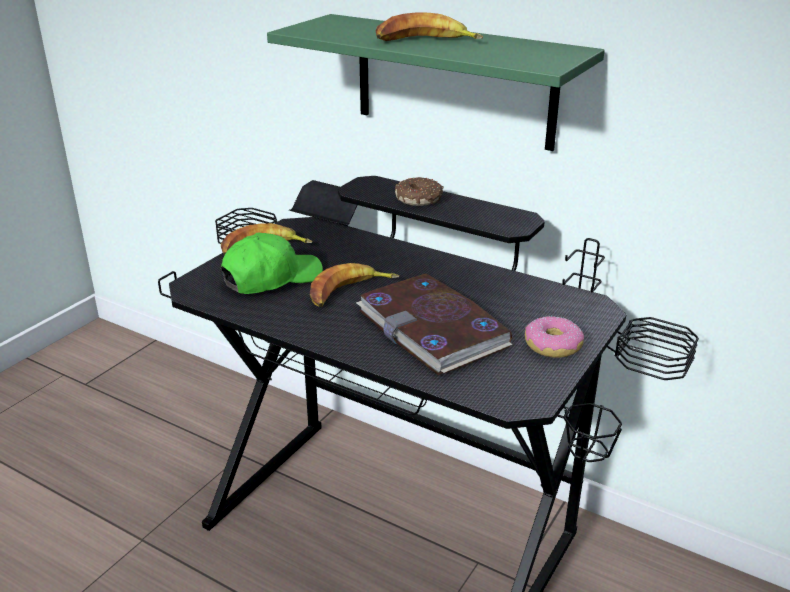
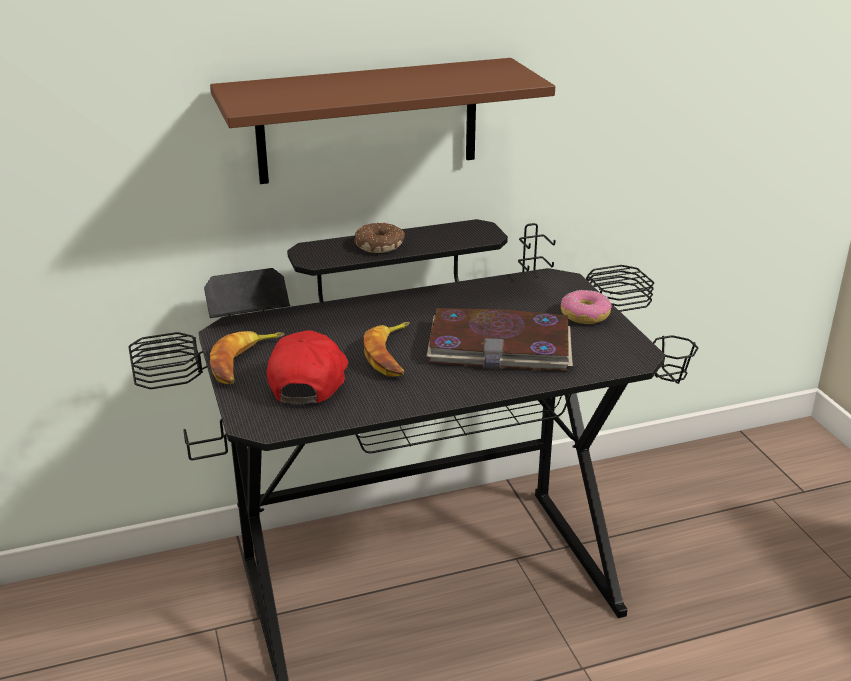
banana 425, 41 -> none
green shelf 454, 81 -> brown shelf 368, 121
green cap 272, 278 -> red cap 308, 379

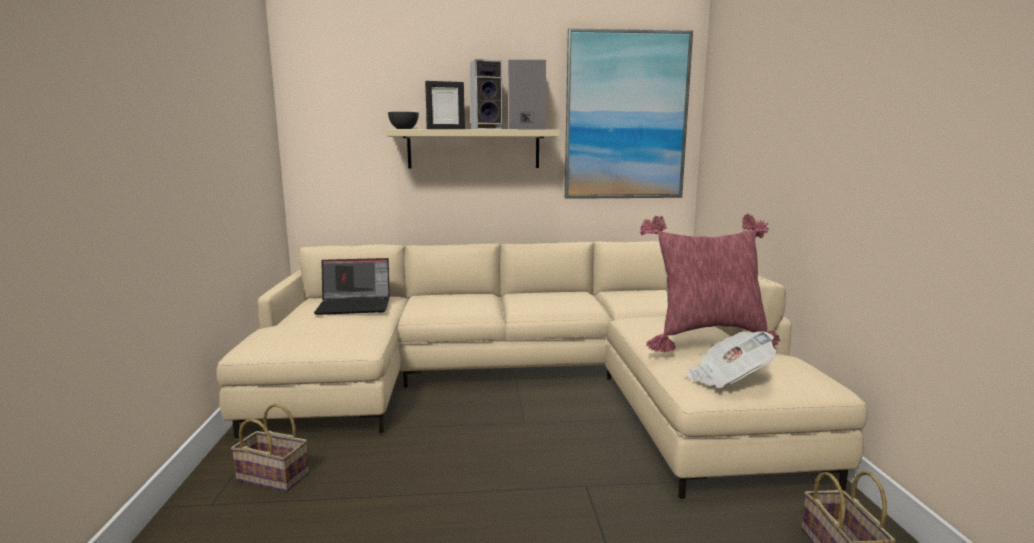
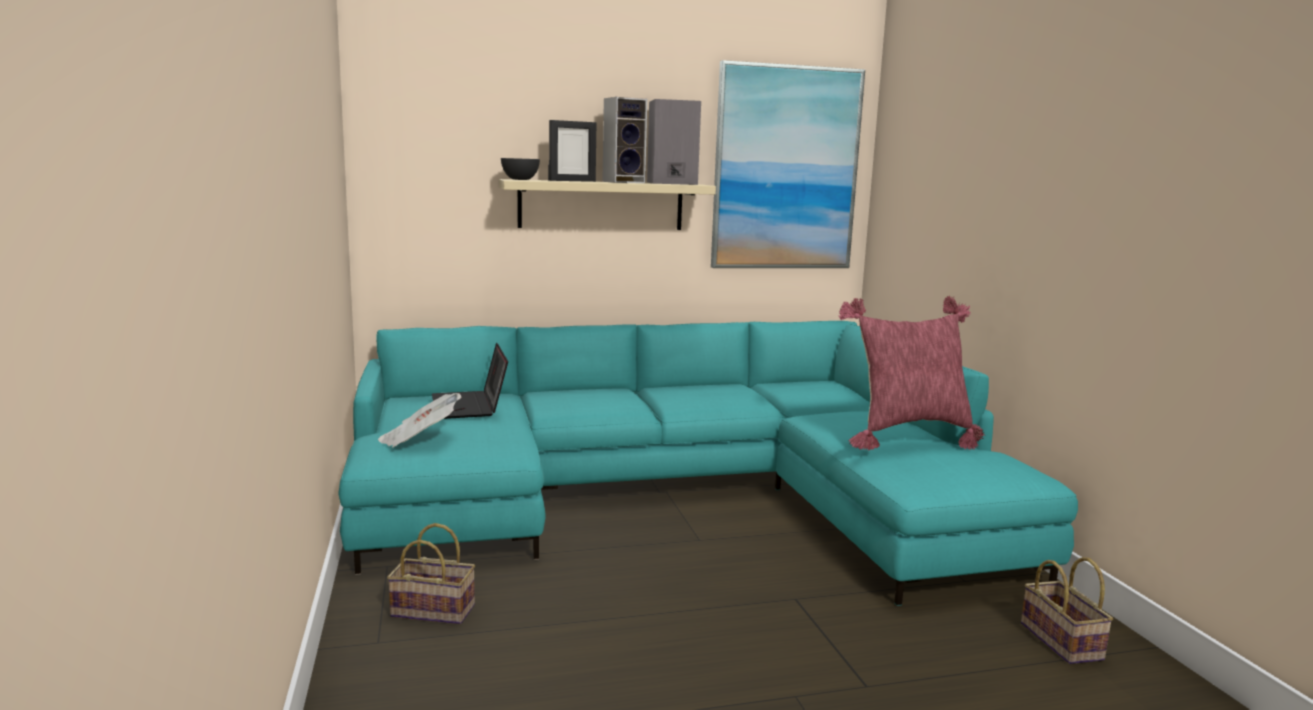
beige sofa 526, 384 -> turquoise sofa 683, 497
laptop 355, 306 -> laptop 470, 406, 90 degrees clockwise
newspaper 728, 378 -> newspaper 419, 440, shifted

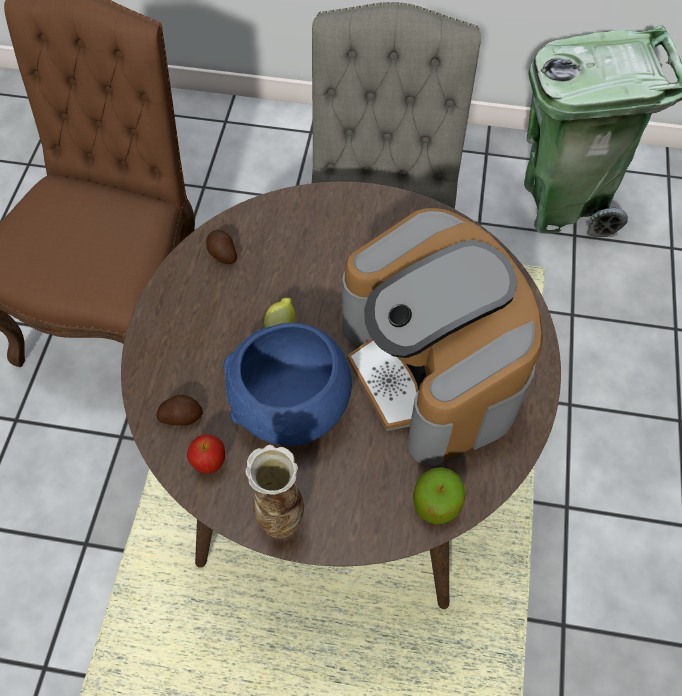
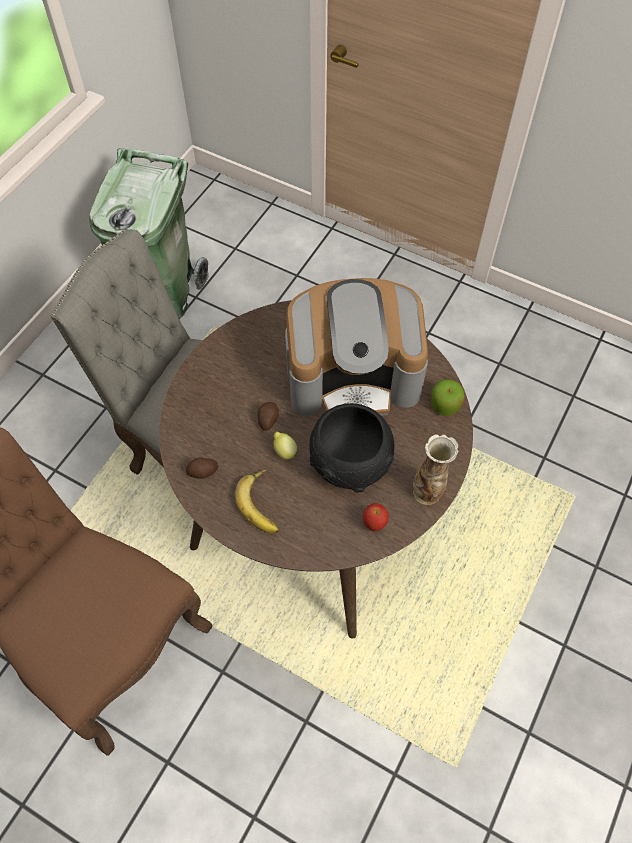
blue bowl 290, 409 -> black bowl 351, 464
potato 181, 416 -> potato 268, 419, shifted
none -> banana 263, 504

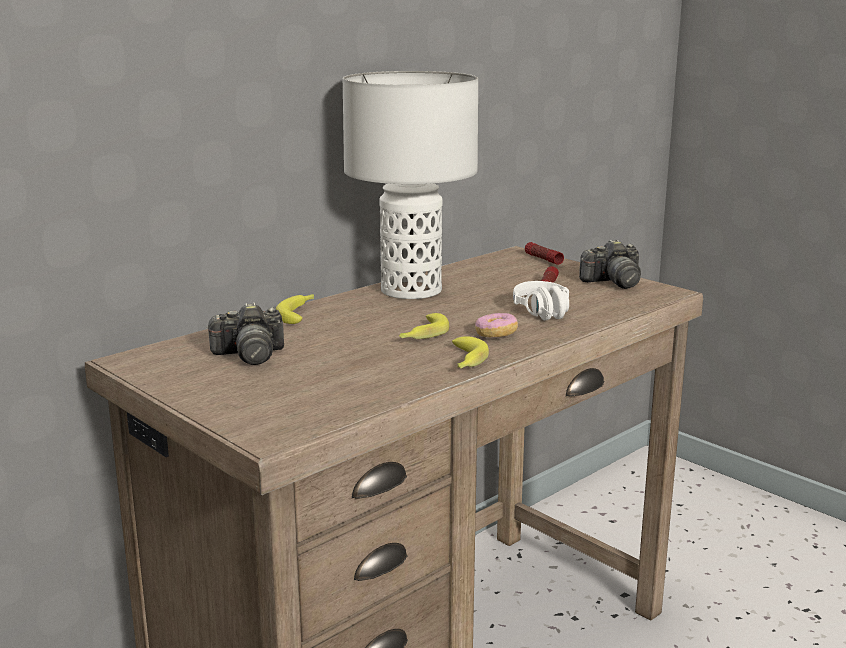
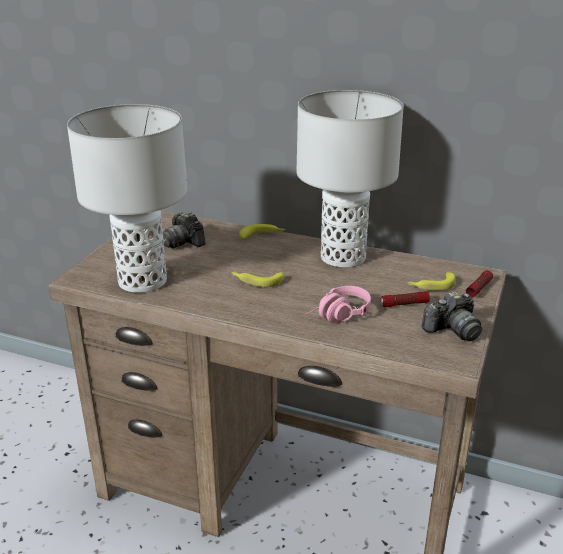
photo camera 613, 282 -> photo camera 452, 330, 75 degrees counterclockwise
white headphones 546, 315 -> pink headphones 338, 316
donut 496, 334 -> none
banana 465, 361 -> banana 431, 286, shifted
none -> white table lamp 143, 281

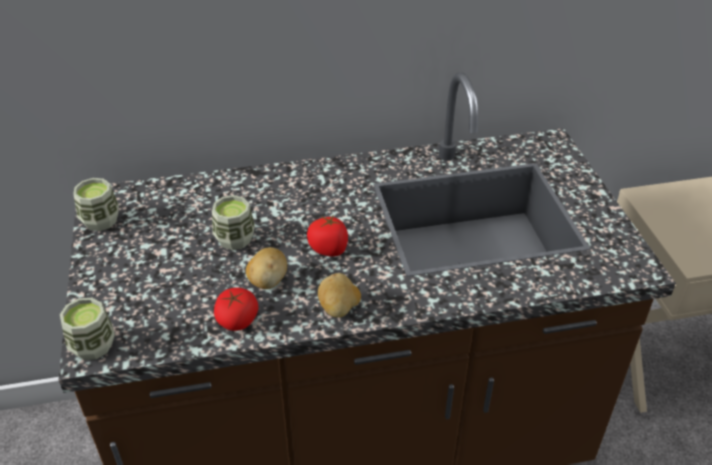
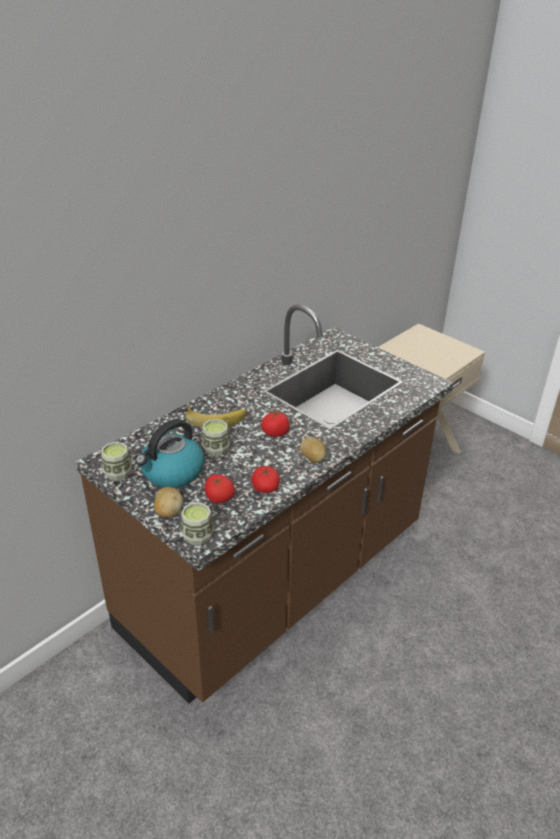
potato 268, 281 -> potato 168, 512, shifted
none -> banana 215, 417
none -> kettle 172, 472
none -> tomato 219, 498

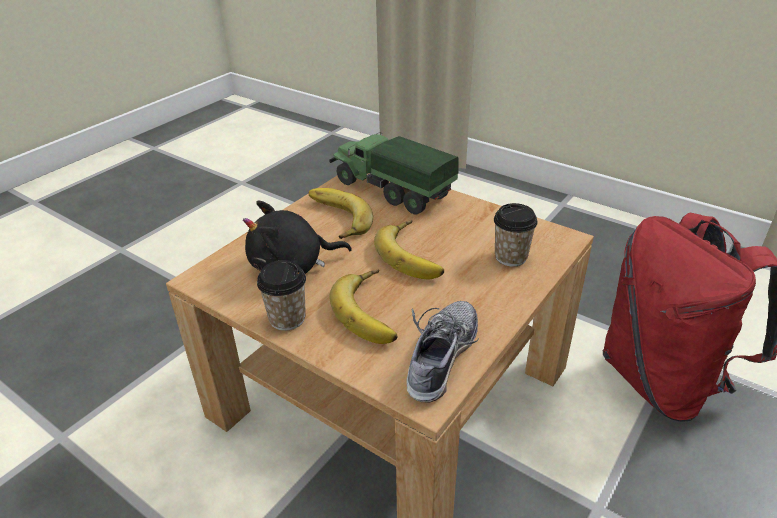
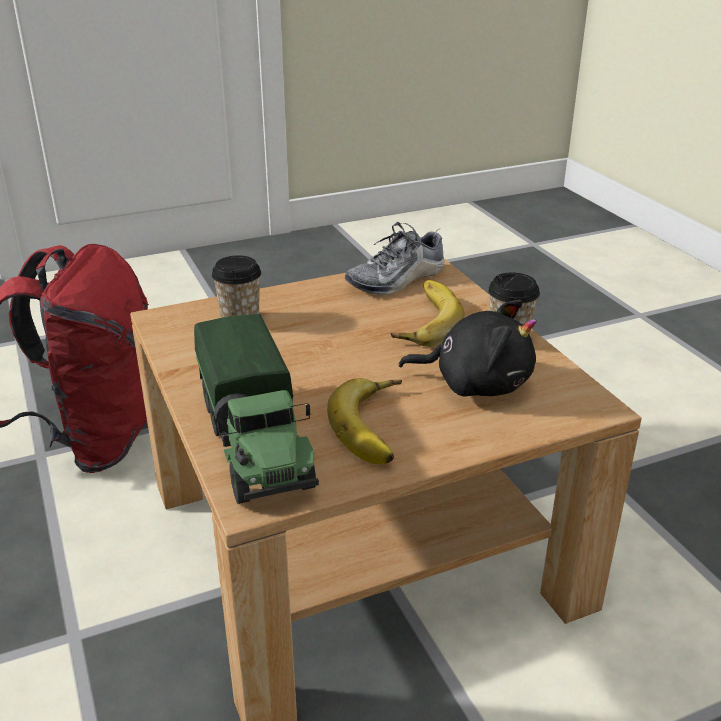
banana 414, 255 -> none

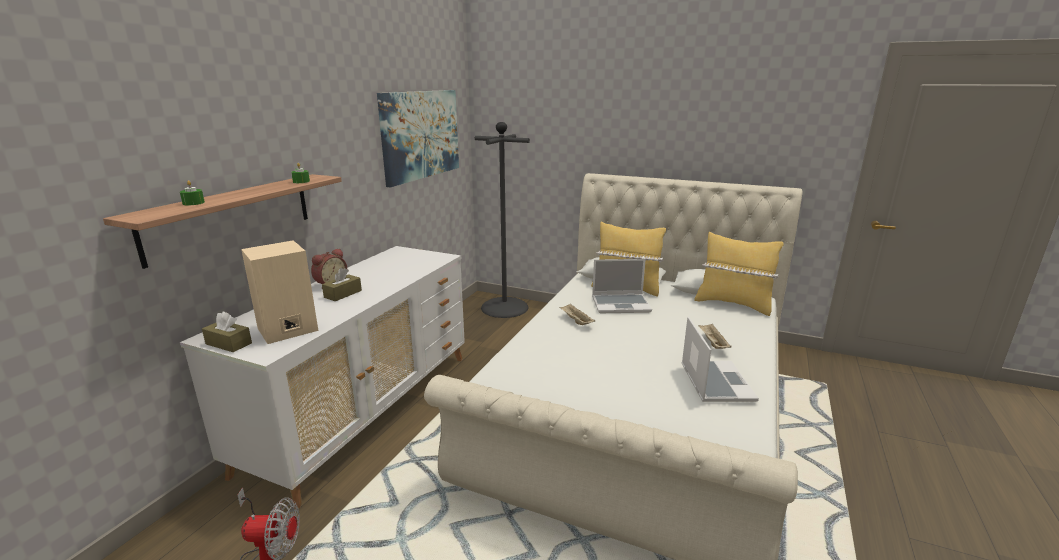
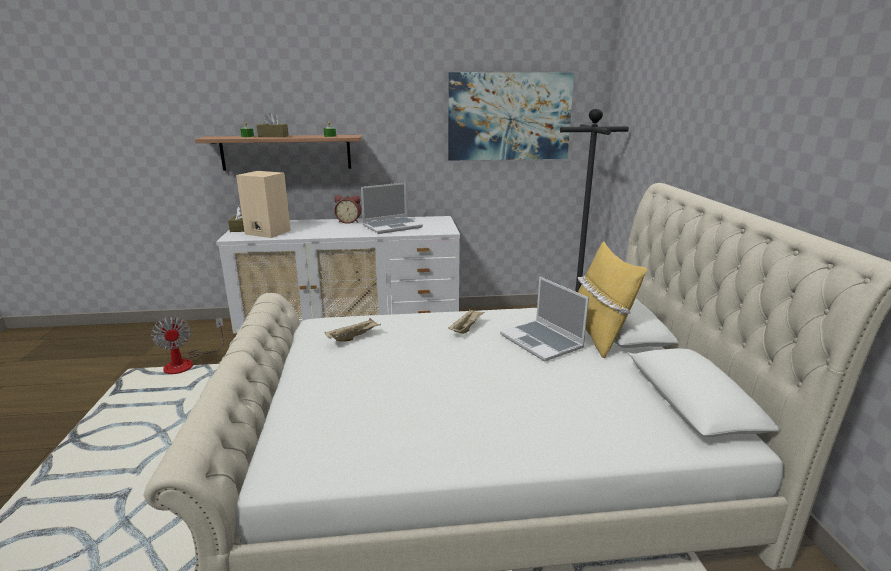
yellow pillow 733, 304 -> none
brown tissue box 343, 294 -> brown tissue box 273, 136, shifted
laptop 715, 382 -> laptop 392, 226, shifted
beige tray 712, 343 -> beige tray 353, 337, shifted

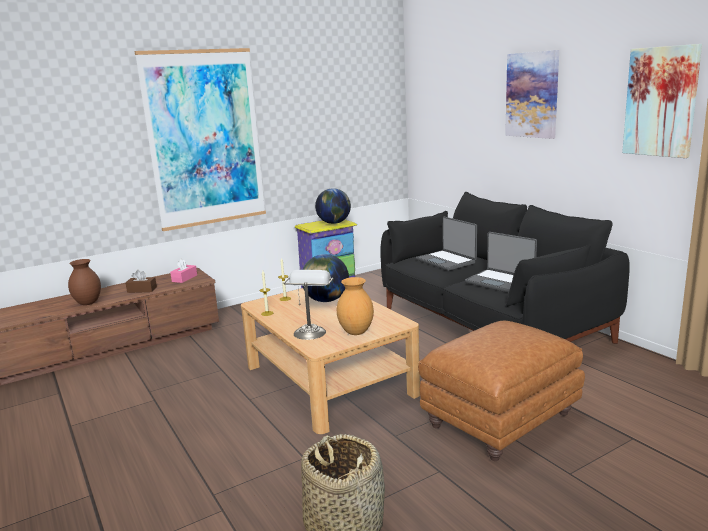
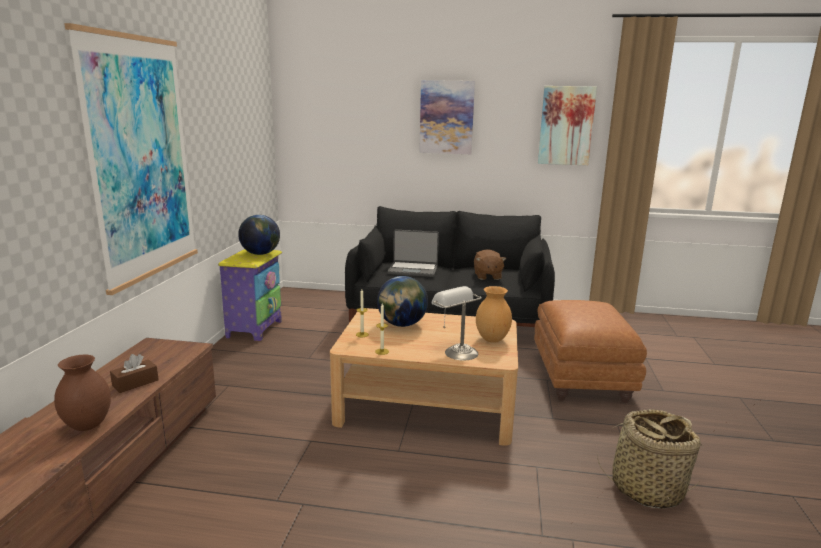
laptop 500, 282 -> brown plush toy 487, 276
pink tissue box 184, 278 -> none

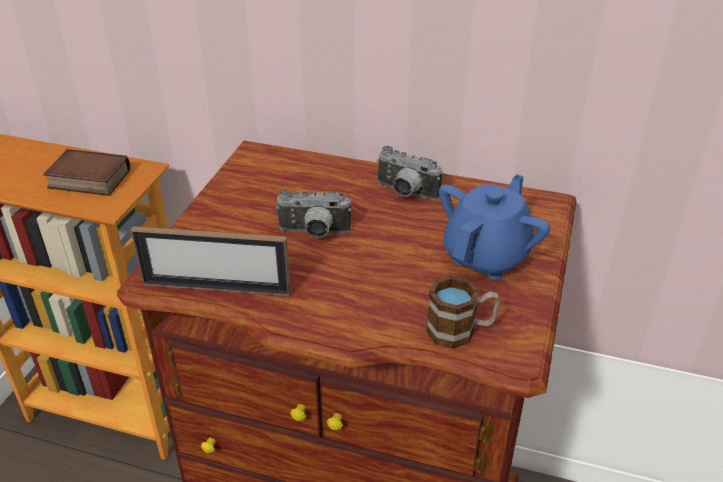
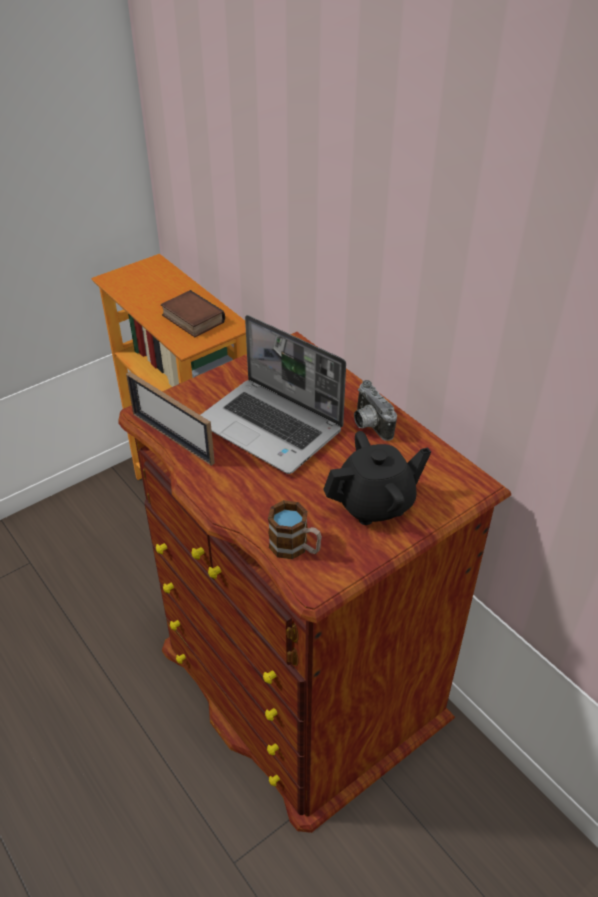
blue teapot 487, 256 -> black teapot 375, 503
photo camera 314, 233 -> laptop 271, 427

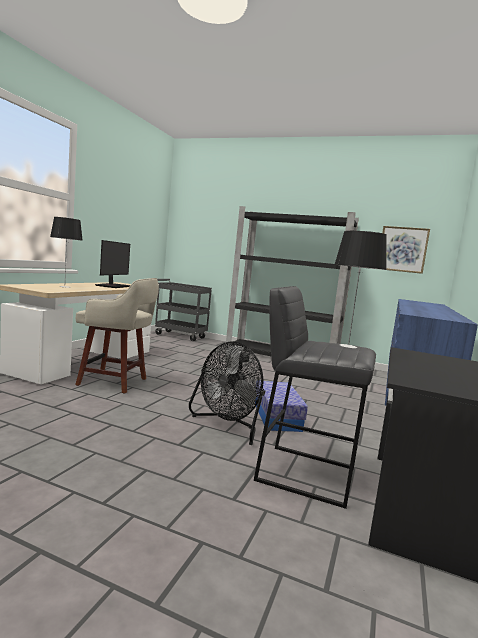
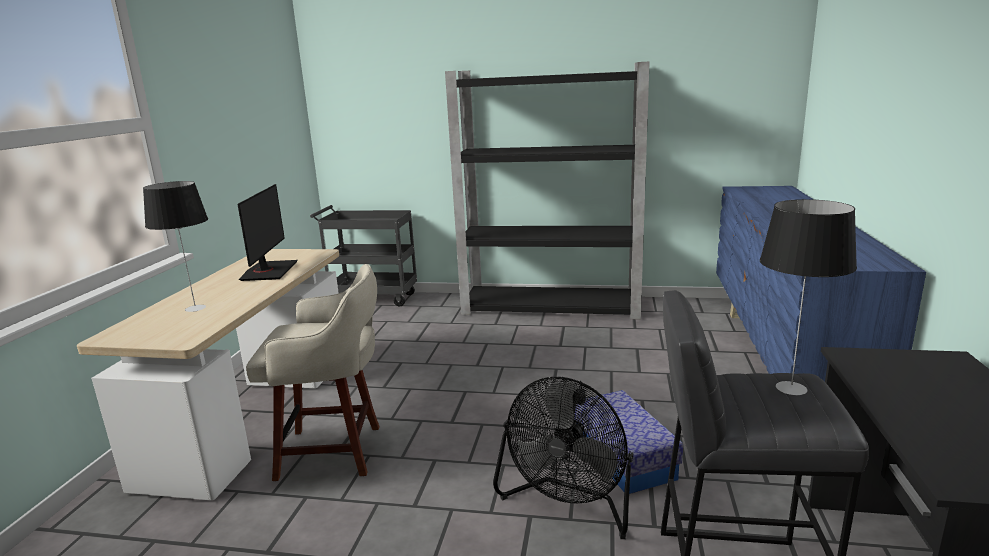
picture 402, 249 -> none

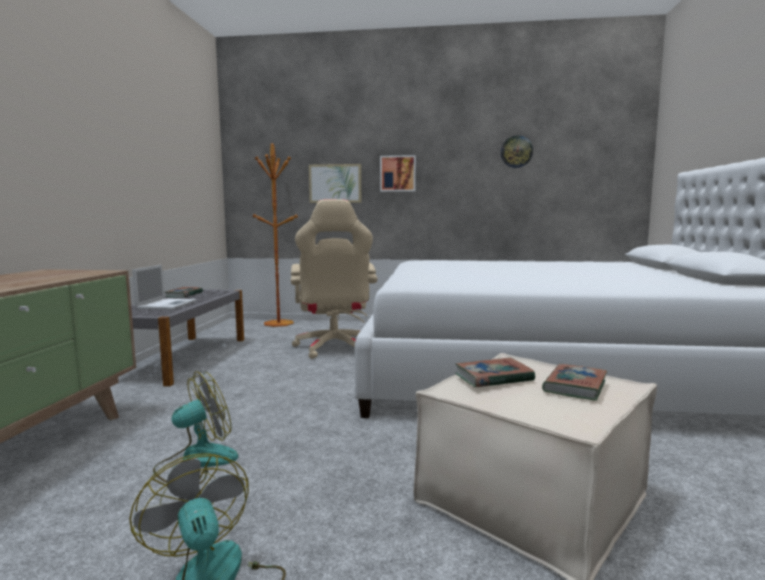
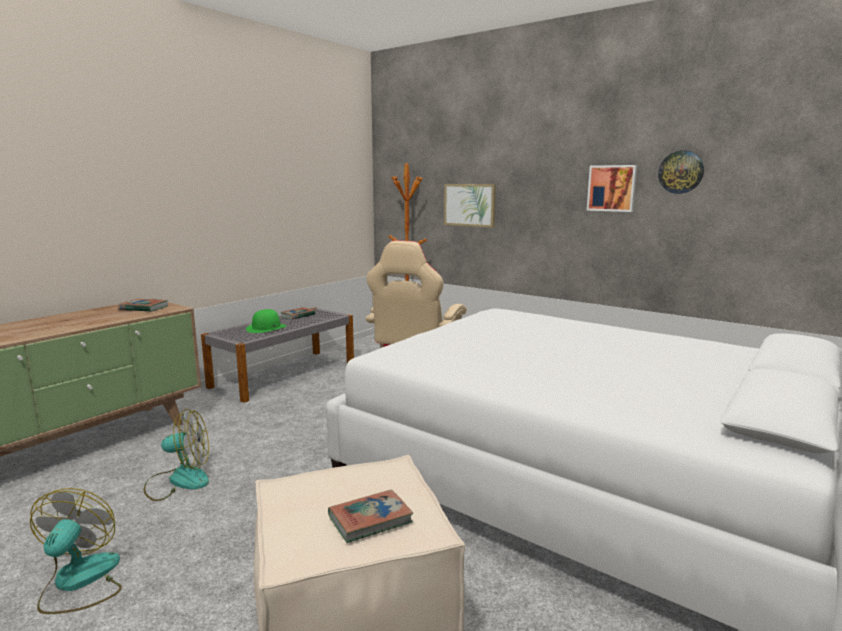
picture 398, 173 -> picture 612, 188, shifted
laptop 167, 304 -> green hat 266, 328
book 493, 377 -> book 144, 308, shifted

